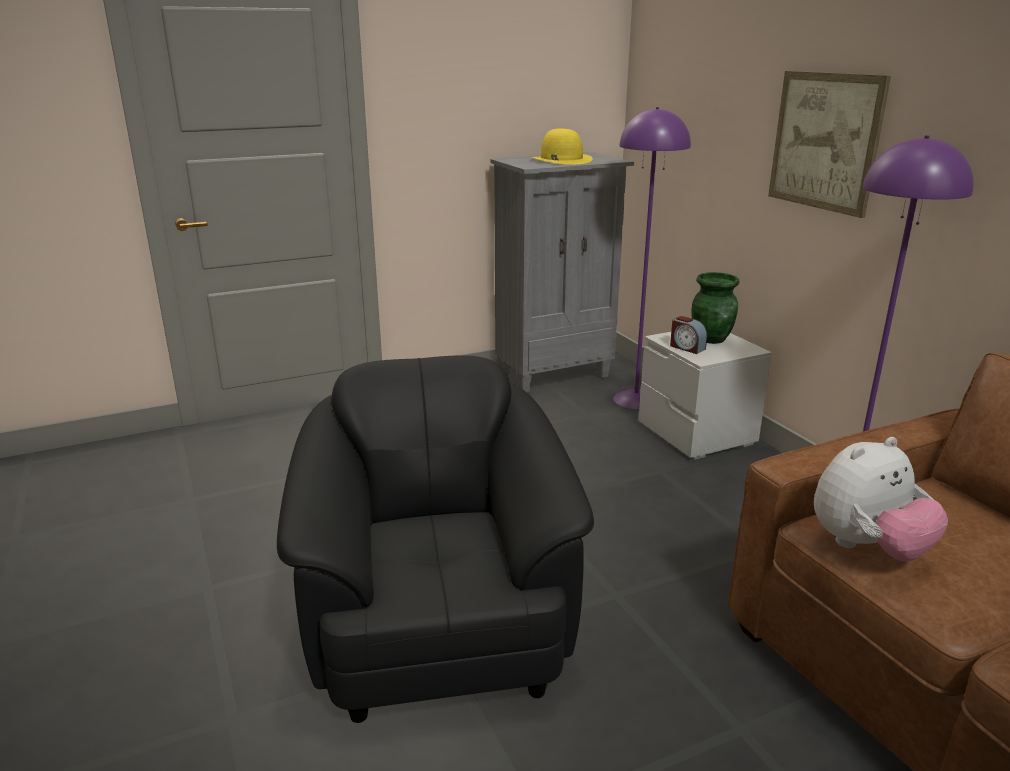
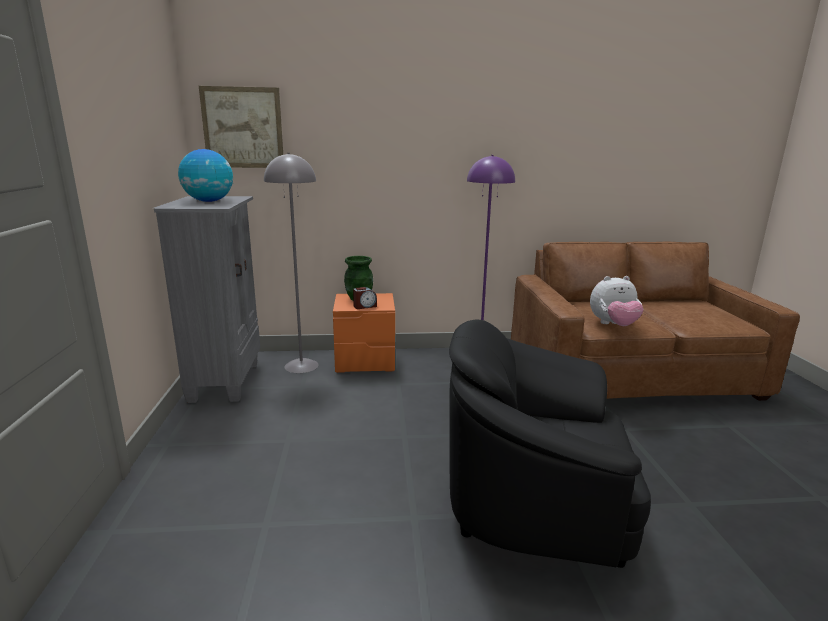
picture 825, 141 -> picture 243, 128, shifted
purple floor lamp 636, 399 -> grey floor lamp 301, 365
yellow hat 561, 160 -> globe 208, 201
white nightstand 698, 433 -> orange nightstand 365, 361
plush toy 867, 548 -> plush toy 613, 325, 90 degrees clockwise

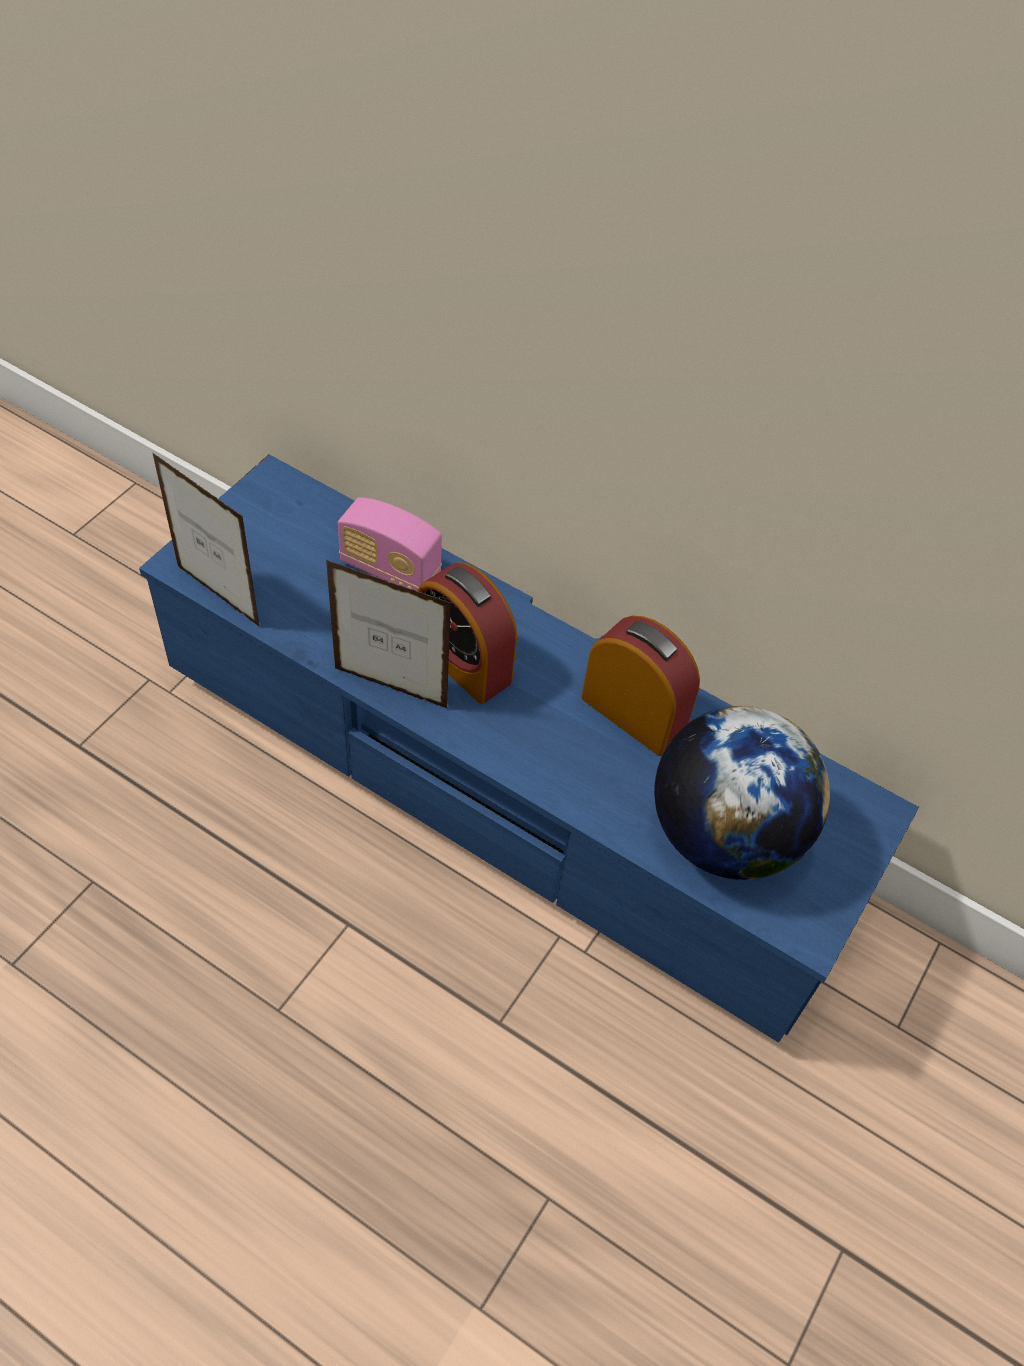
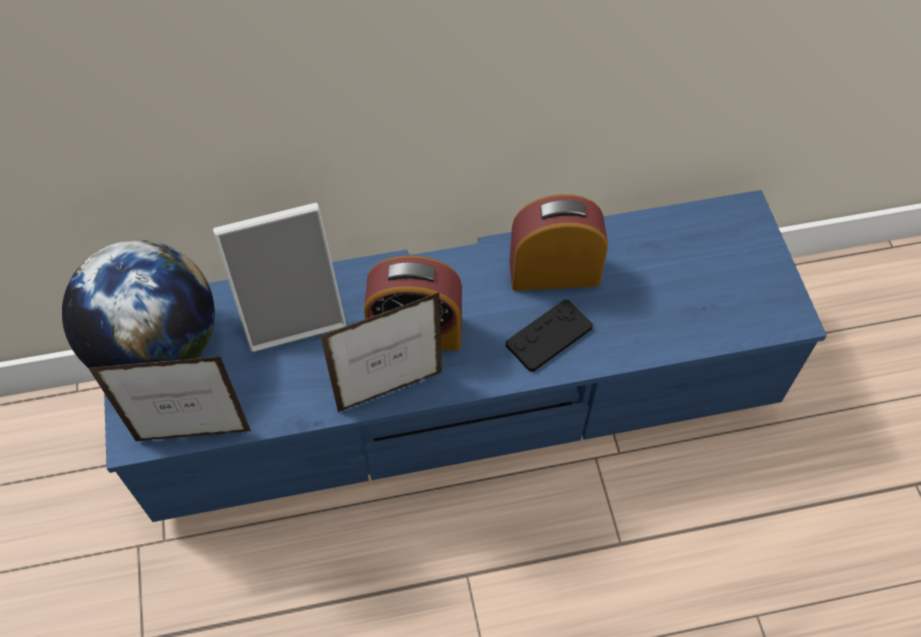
radio 390, 569 -> picture frame 292, 311
globe 723, 835 -> globe 158, 349, shifted
none -> black game controller 549, 336

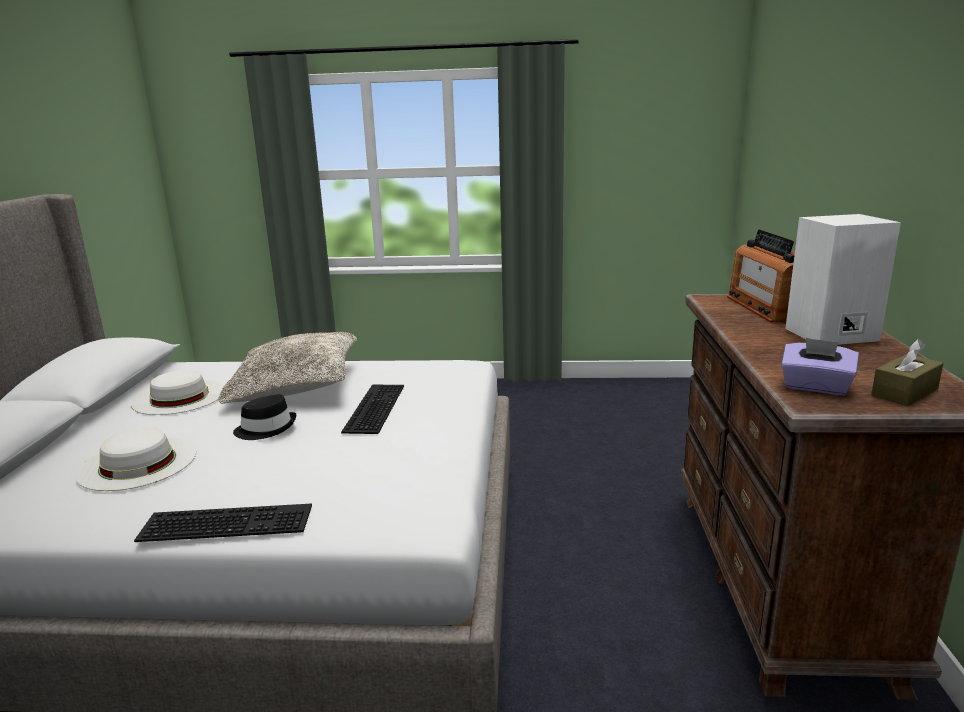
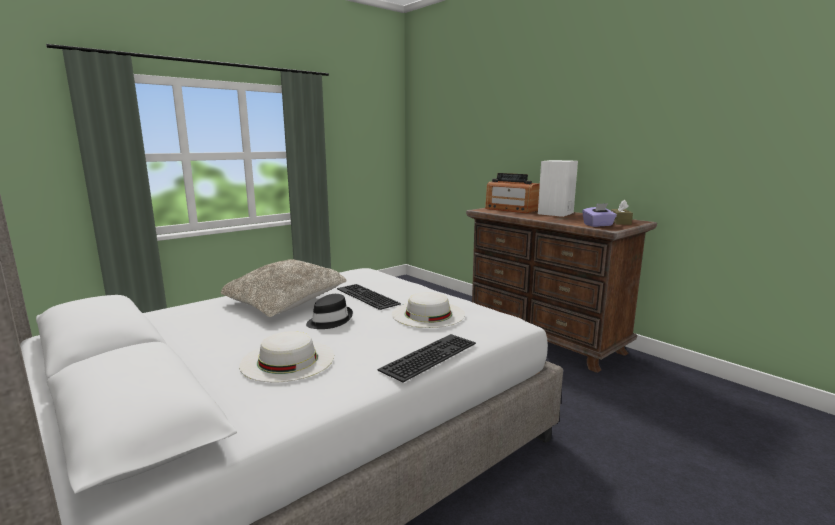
white hat 179, 397 -> white hat 428, 314, shifted

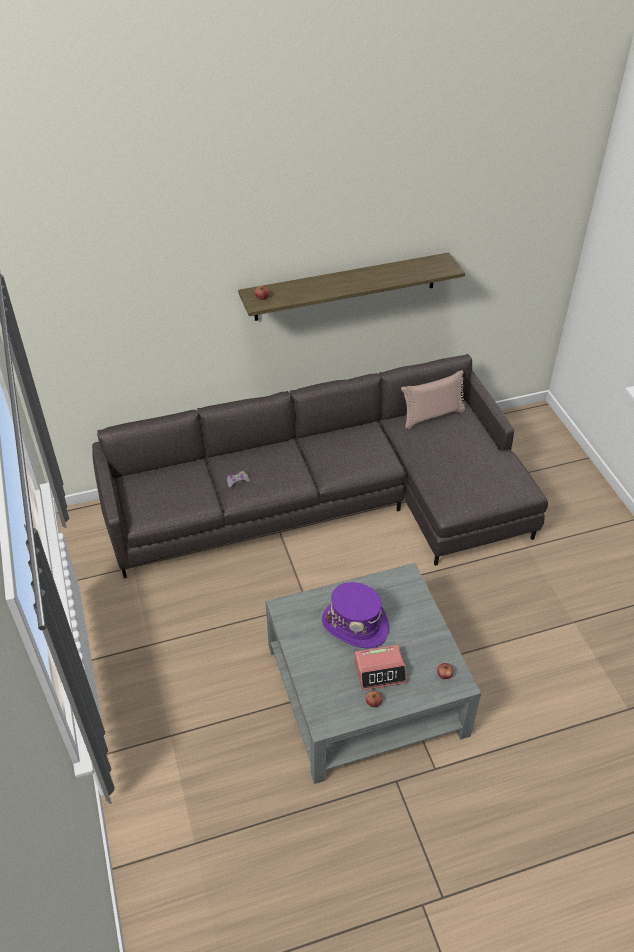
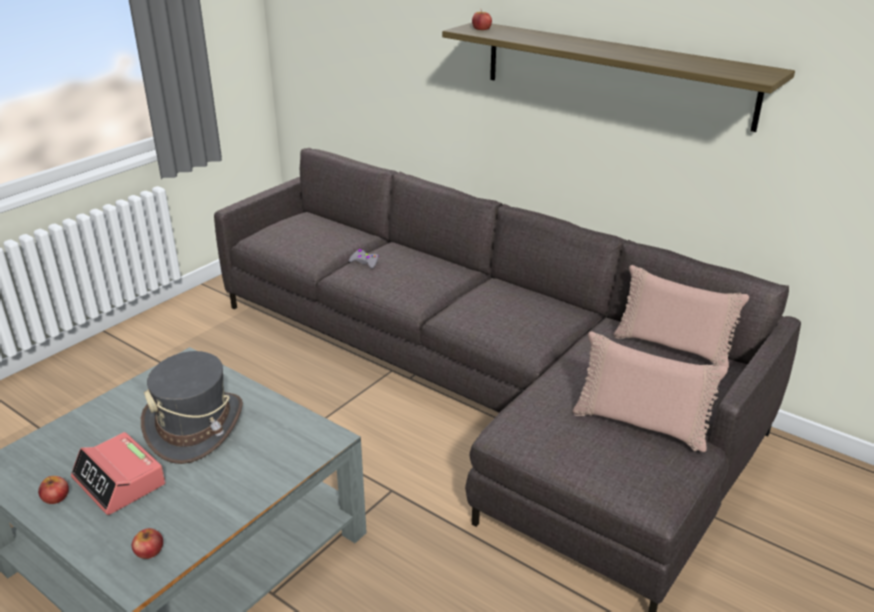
purple hat 355, 624 -> grey hat 195, 427
none -> beige pillow 640, 425

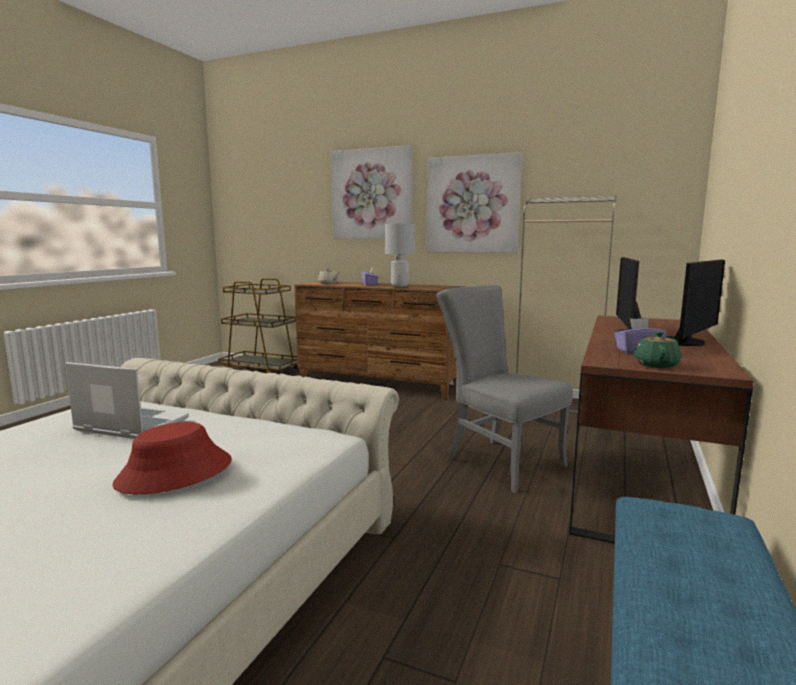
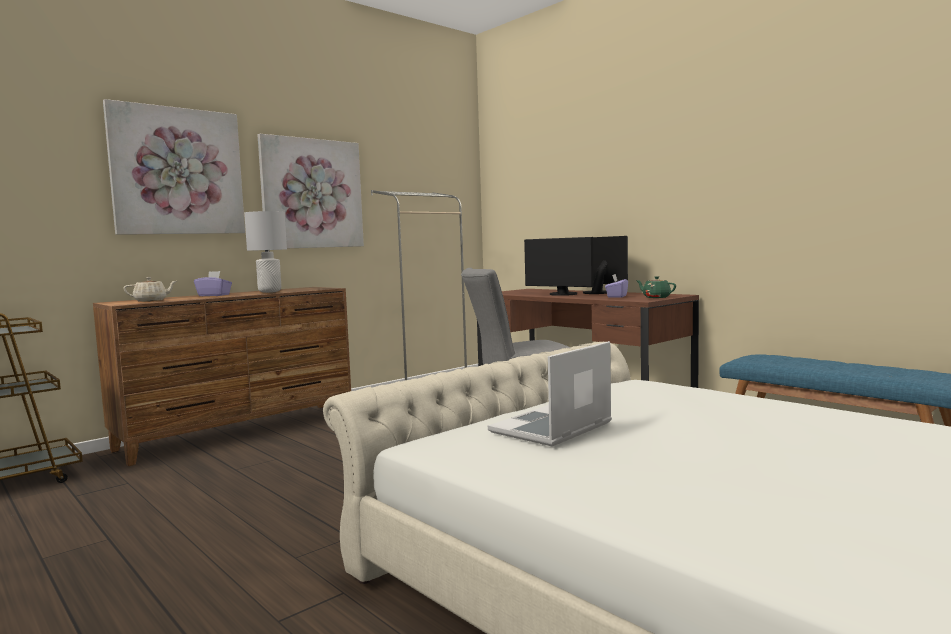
red hat 175, 473 -> none

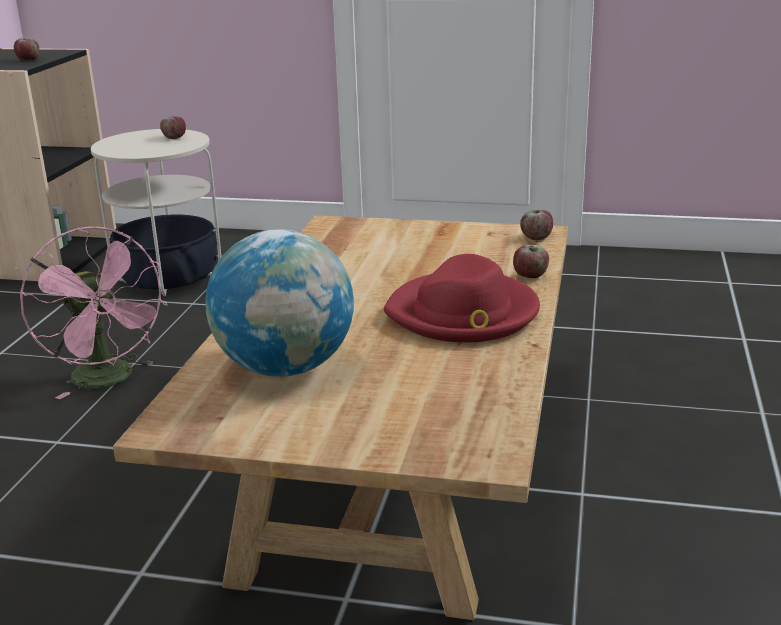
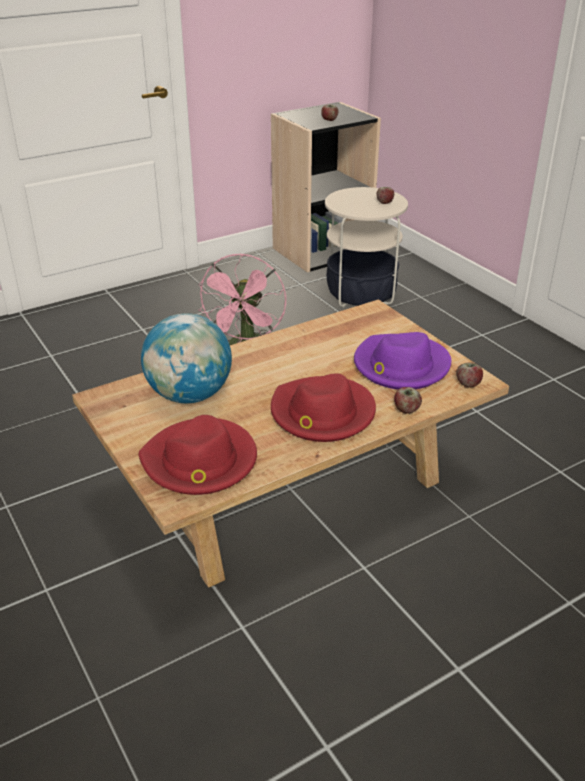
none -> purple hat 400, 366
none -> red hat 200, 461

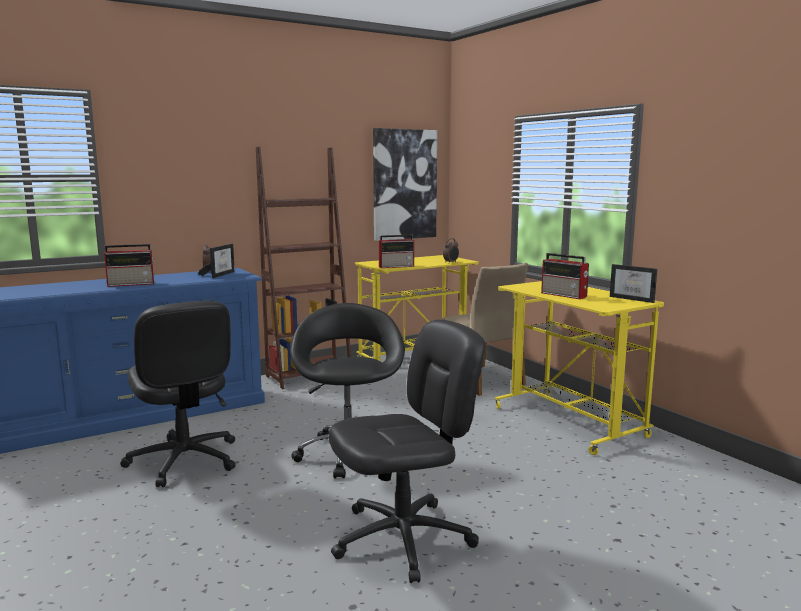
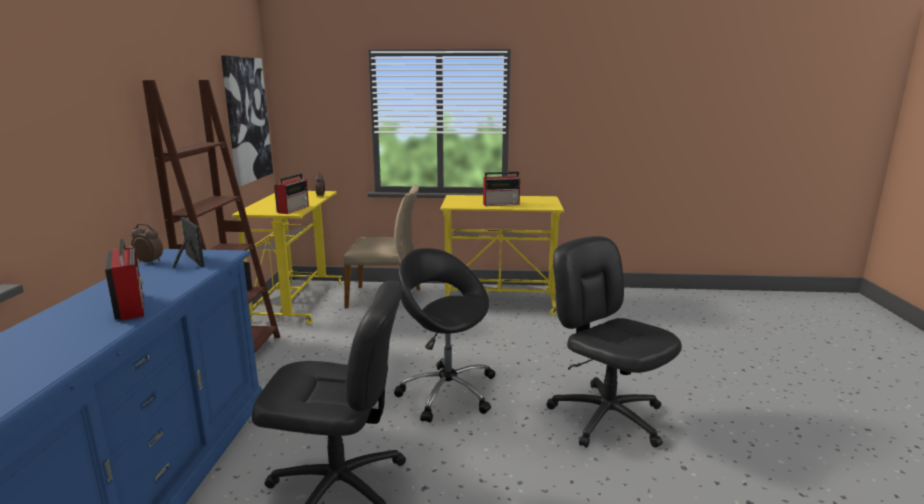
radio 132, 284 -> radio 131, 306, 45 degrees counterclockwise
picture frame 634, 299 -> none
black office chair 403, 538 -> black office chair 607, 416, 45 degrees counterclockwise

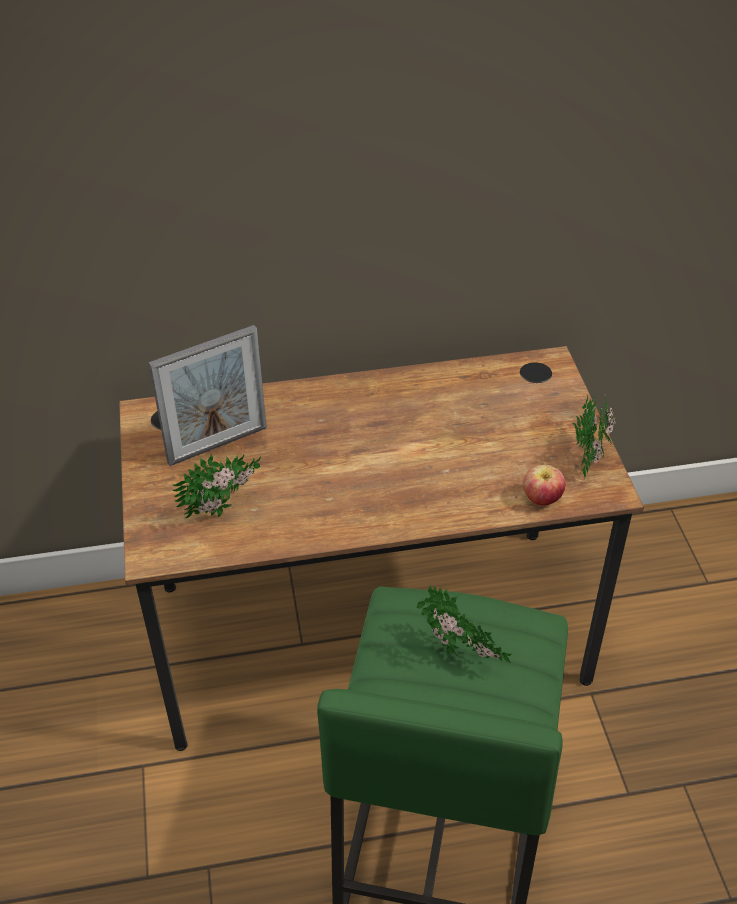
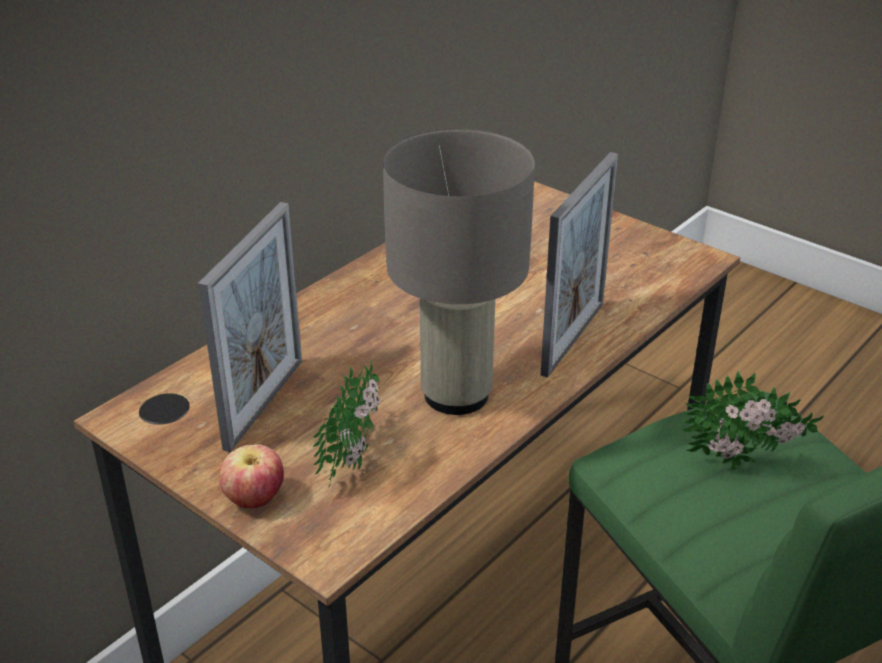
potted plant 587, 456 -> none
apple 542, 499 -> apple 254, 499, shifted
none -> grey table lamp 454, 394
none -> picture frame 573, 338

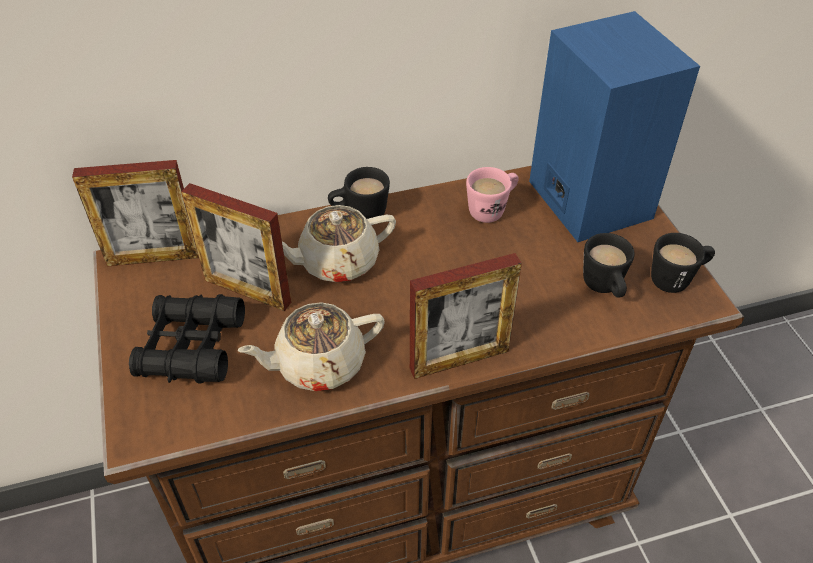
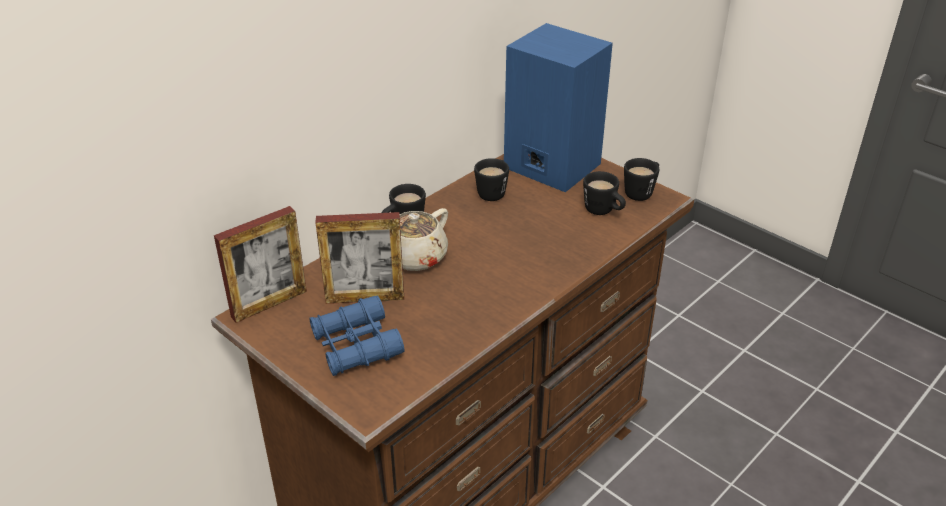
pink mug 492, 209 -> black mug 493, 192
picture frame 459, 360 -> none
black binoculars 191, 347 -> blue binoculars 356, 345
beige teapot 318, 364 -> none

